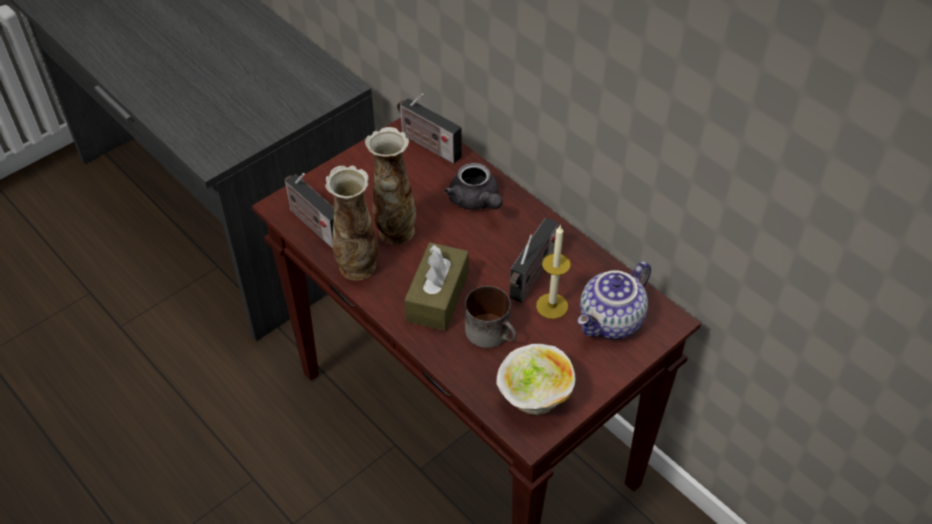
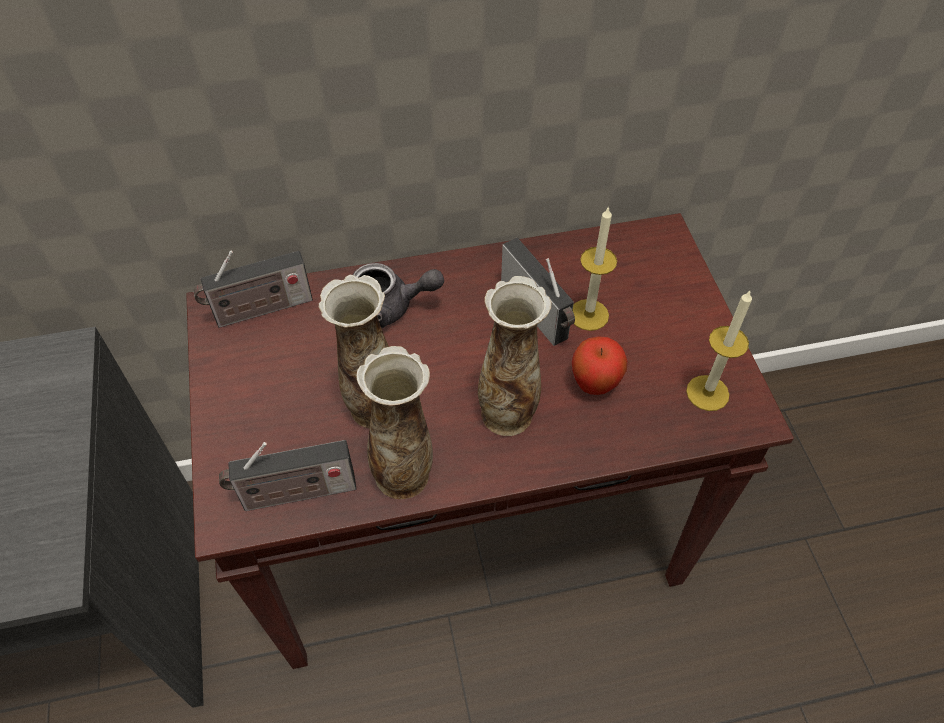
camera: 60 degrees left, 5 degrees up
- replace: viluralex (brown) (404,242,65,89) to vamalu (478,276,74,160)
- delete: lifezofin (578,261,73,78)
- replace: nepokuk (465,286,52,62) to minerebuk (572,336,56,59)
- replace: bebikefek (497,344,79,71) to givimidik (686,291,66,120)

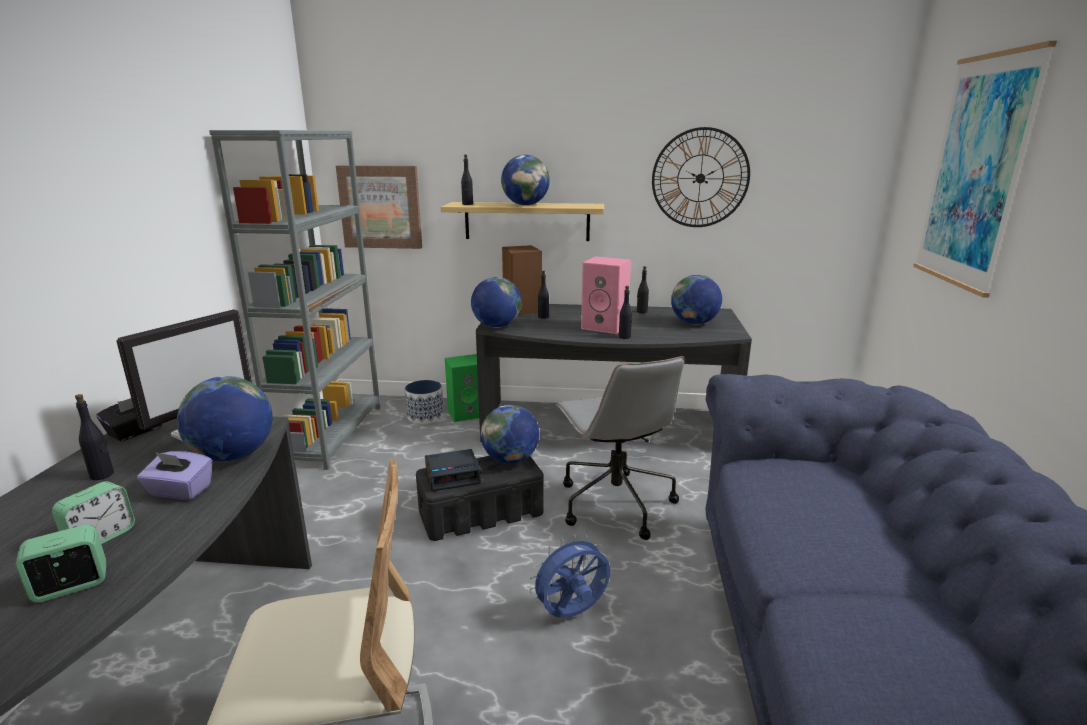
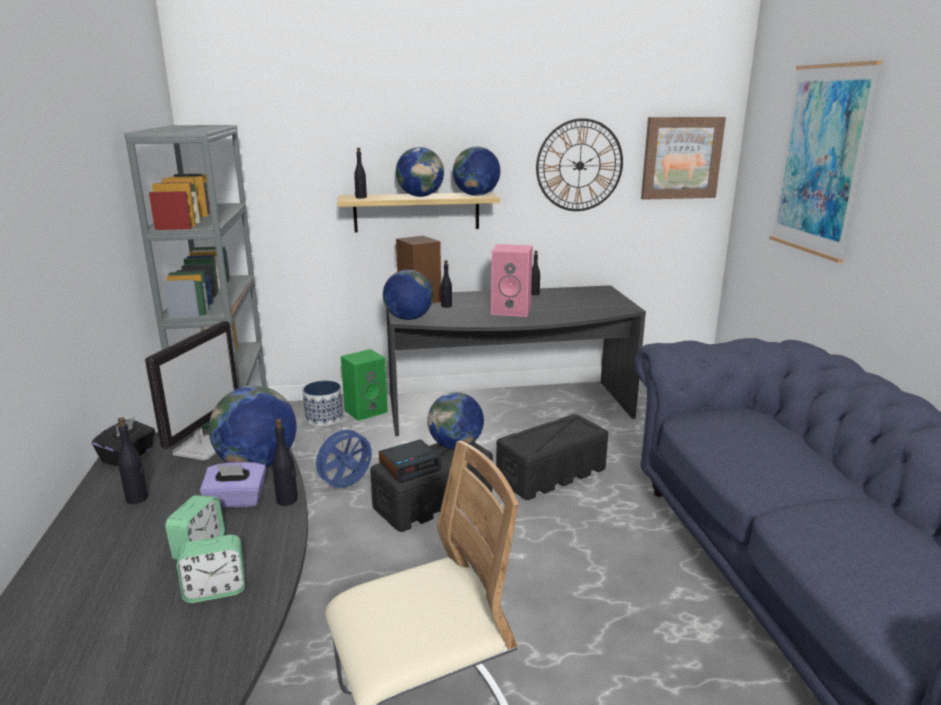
camera: 15 degrees left, 0 degrees up
- move: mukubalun (336,165,86,84) to (641,117,85,83)
- move: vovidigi (671,275,51,50) to (453,146,47,50)
- move: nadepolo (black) (619,286,13,53) to (272,419,26,87)
- replace: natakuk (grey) (555,356,130,184) to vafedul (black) (496,414,112,86)
- rotate: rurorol (16,525,90,78) = (177,535,68,68) 150 degrees counterclockwise
- move: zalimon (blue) (529,534,81,84) to (311,426,61,62)

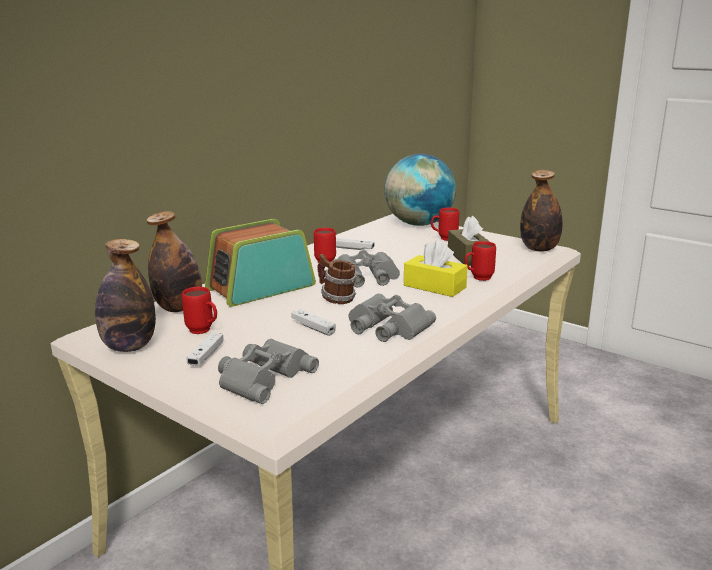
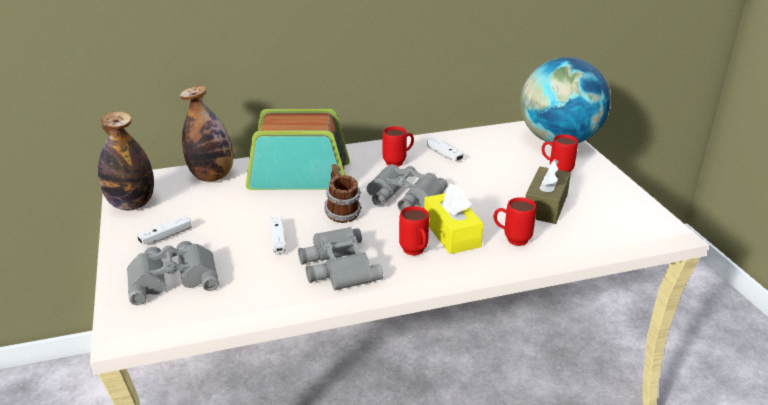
camera: 35 degrees right, 10 degrees up
- delete: nadepolo (520,170,43,82)
- move: nepokuk (red) (182,287,35,47) to (399,206,30,50)

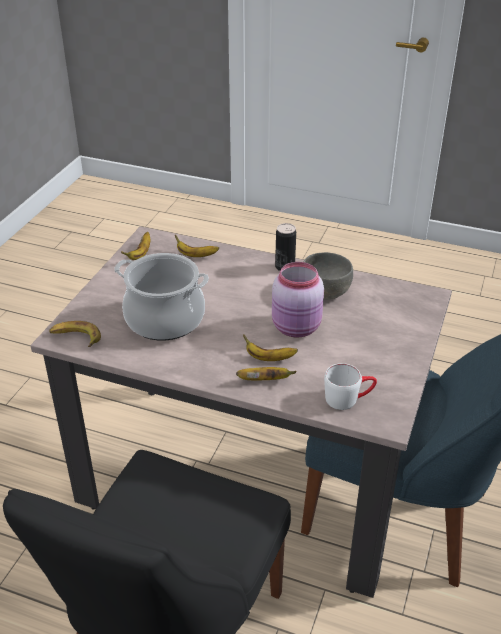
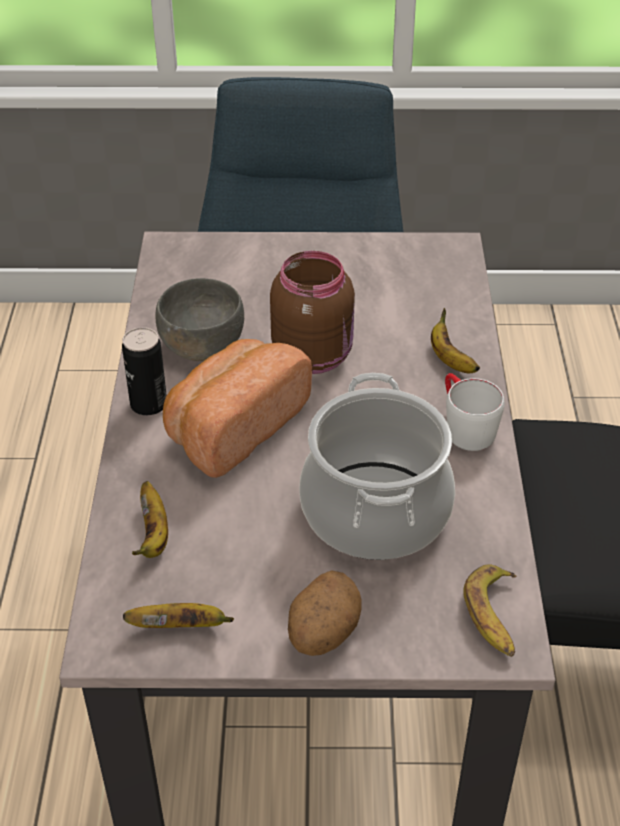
camera: 110 degrees left, 5 degrees up
- recolor: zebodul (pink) (272,262,52,76) to zebodul (brown) (270,251,85,123)
- delete: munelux (243,334,55,27)
- move: nepokuk (white) (324,363,53,47) to (445,373,60,78)
- insert: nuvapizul (163,339,149,139)
- insert: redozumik (288,570,73,86)

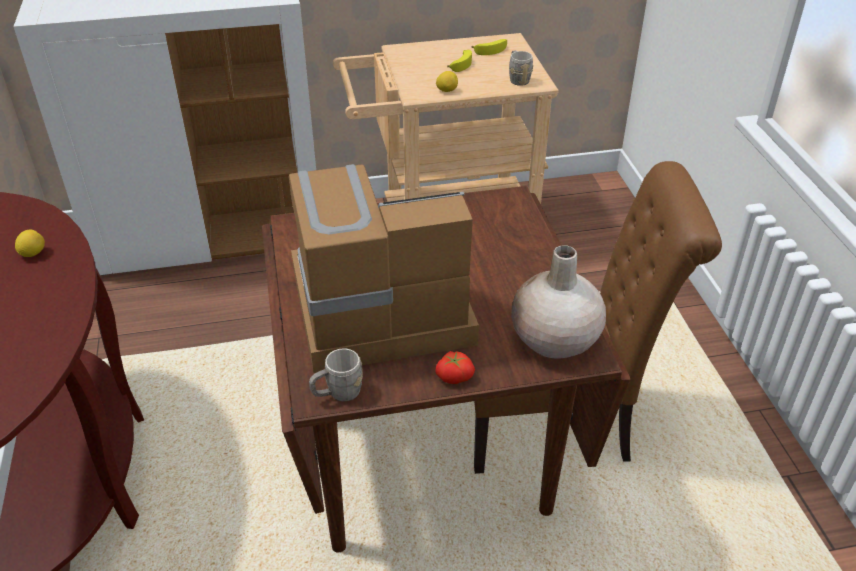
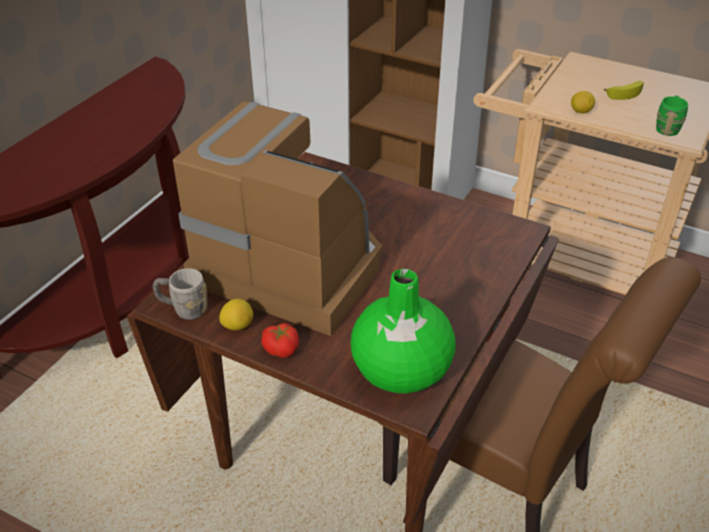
camera: 40 degrees right, 0 degrees up
- delete: munelux (472,39,35,16)
- recolor: nepokuk (grey) (509,50,25,36) to nepokuk (green) (656,95,32,41)
- move: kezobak (15,230,30,27) to (219,299,34,31)
- recolor: vamalu (beige) (511,245,95,114) to vamalu (green) (351,268,105,125)

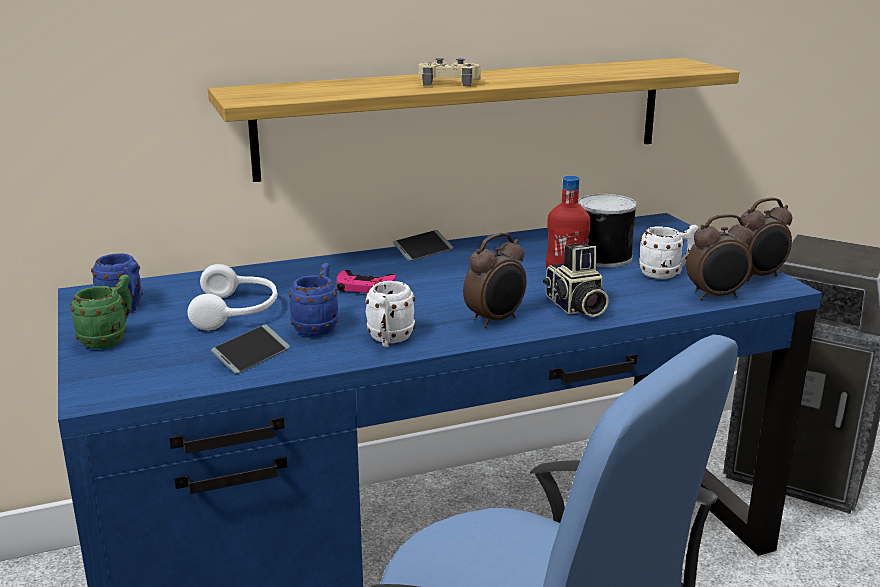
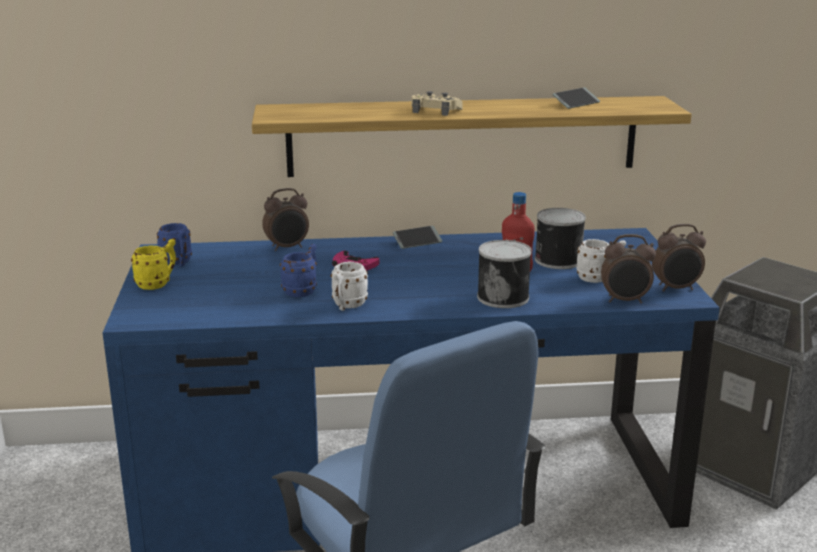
camera: 15 degrees right, 0 degrees up
- move: rurorol (463,233,64,95) to (262,188,47,63)
- replace: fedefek (543,243,66,74) to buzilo (477,240,55,68)
- delete: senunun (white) (188,264,90,67)
- recolor: nepokuk (green) (71,274,61,75) to nepokuk (yellow) (131,239,45,51)
- move: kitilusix (211,325,79,49) to (553,87,47,22)

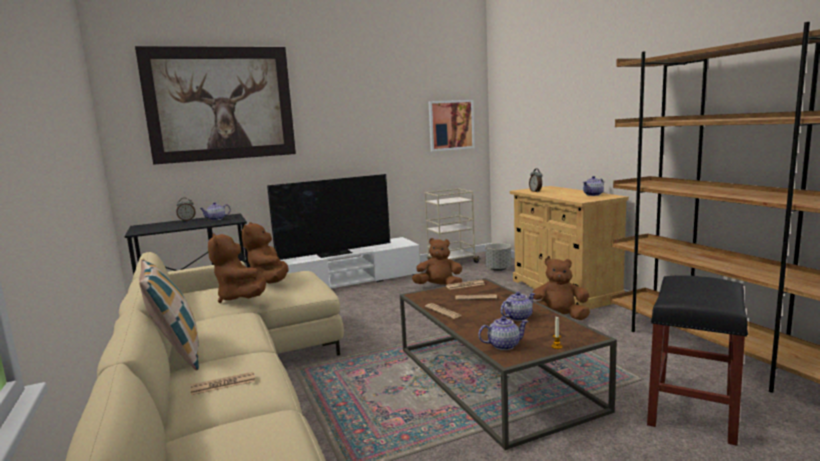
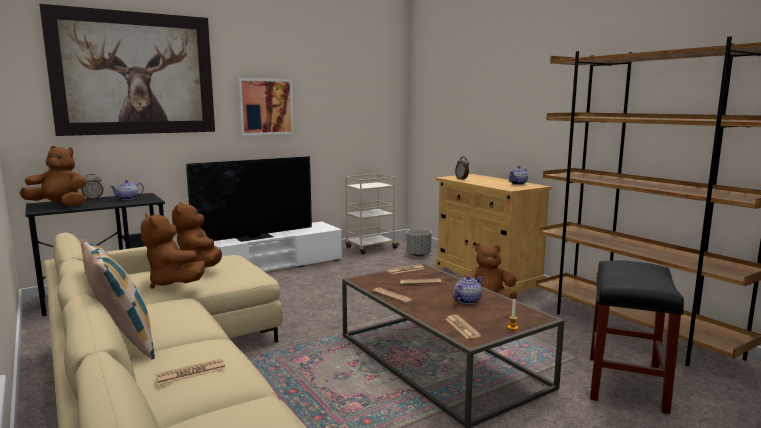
camera: 10 degrees left, 0 degrees up
- move: mukubalun (428,100,47,51) to (238,78,56,58)
- move: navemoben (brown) (412,238,50,47) to (20,146,66,60)
- replace: lifezofin (478,316,50,34) to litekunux (446,315,35,24)

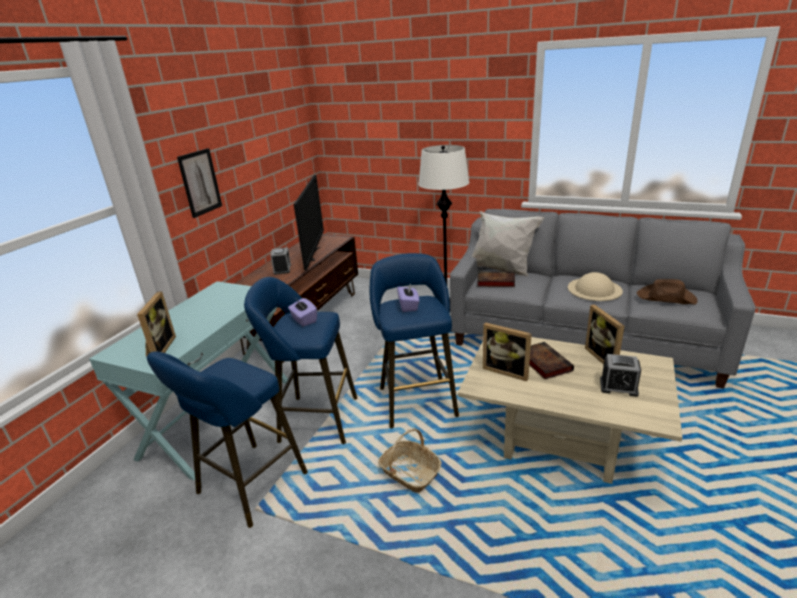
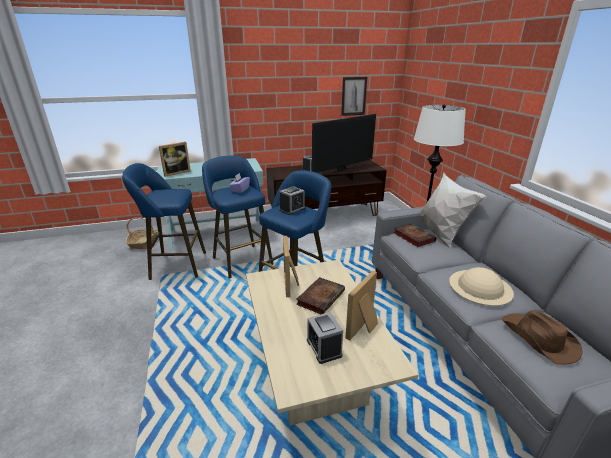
camera: 50 degrees right, 0 degrees up
- move: mukubalun (177,148,45,70) to (341,77,26,39)
- replace: viluralex (purple) (397,284,22,28) to rurorol (279,186,26,29)
- move: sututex (378,428,64,65) to (125,217,33,32)

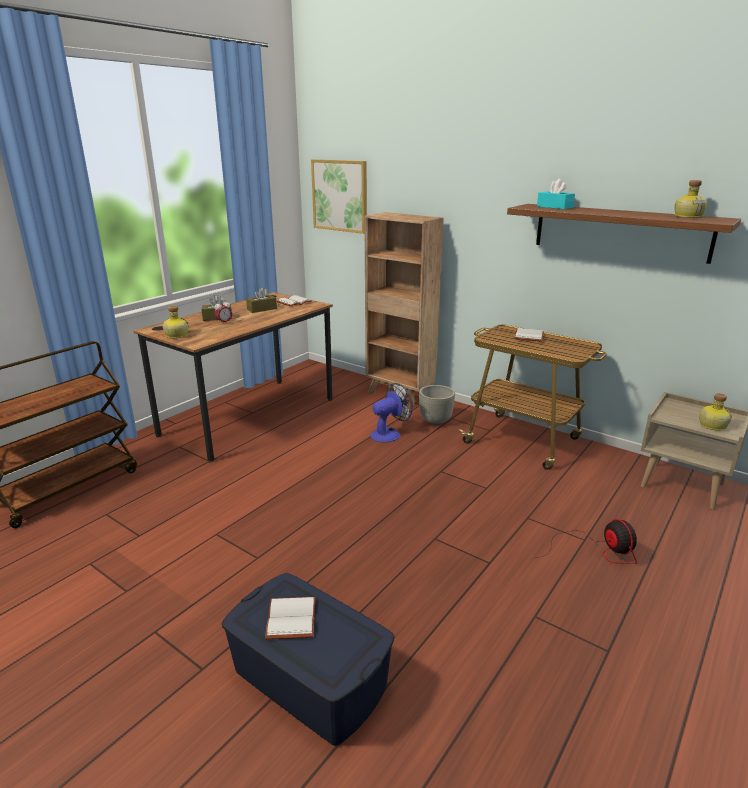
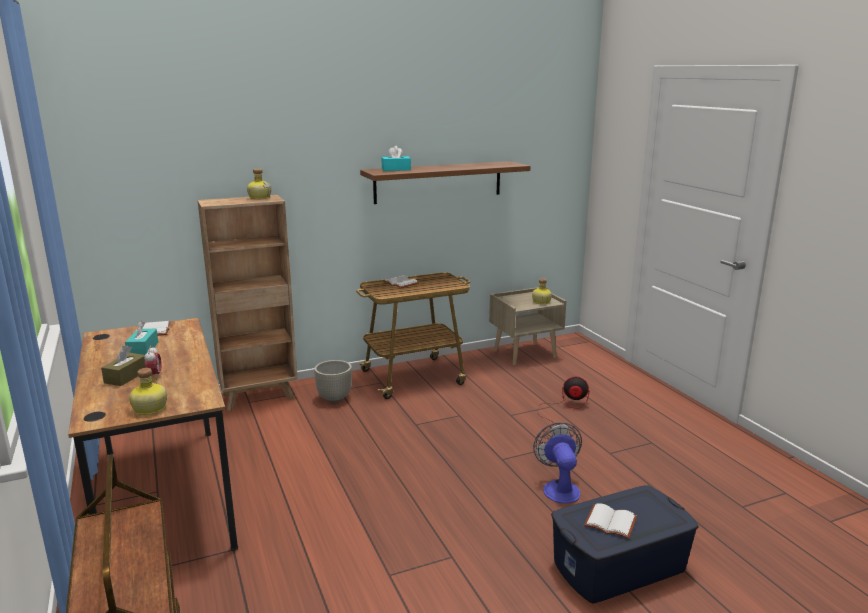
camera: 60 degrees left, 5 degrees down
- delete: mukubalun (311,159,56,75)
- move: nadepolo (675,180,32,38) to (247,169,24,30)
- recolor: viluralex (brown) (246,287,31,26) to viluralex (turquoise) (125,321,34,34)
- move: zalimon (371,383,42,60) to (533,422,49,81)

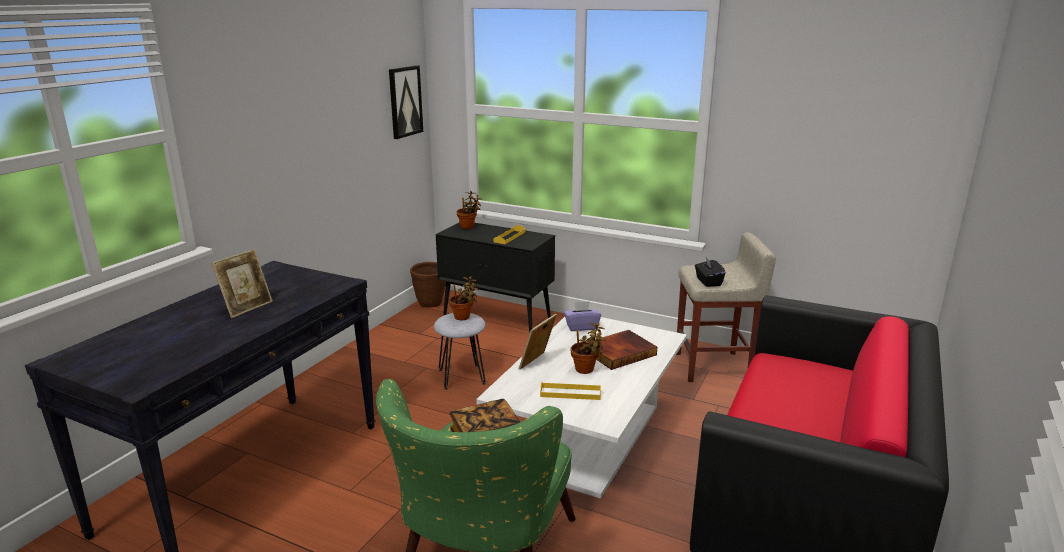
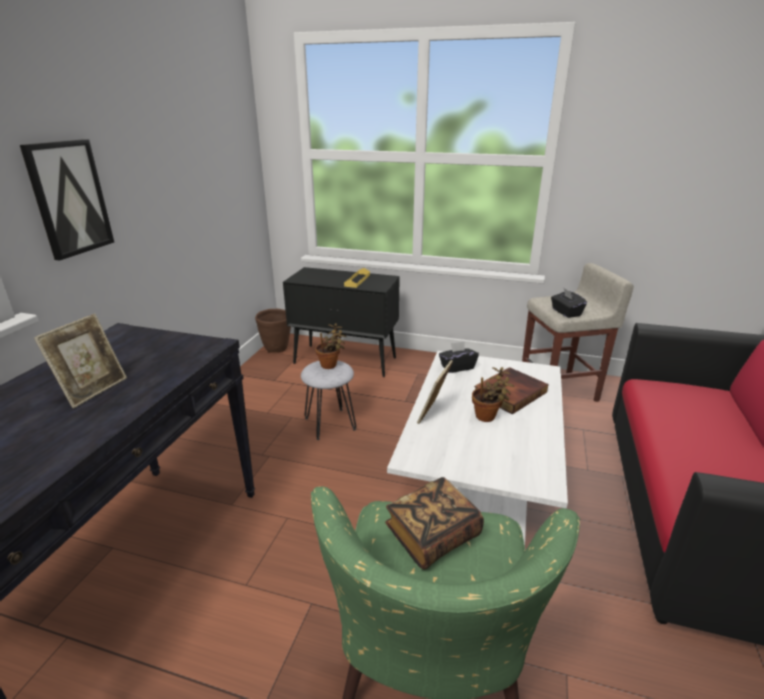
camera: 10 degrees left, 5 degrees up
- move: mukubalun (389,65,34,74) to (20,139,94,121)
- delete: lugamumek (457,191,26,38)
- recolor: viluralex (purple) (564,301,37,30) to viluralex (black) (439,341,40,32)
- delete: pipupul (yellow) (540,382,61,18)

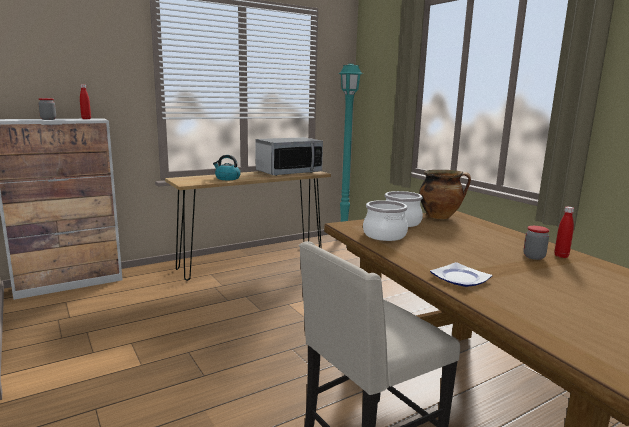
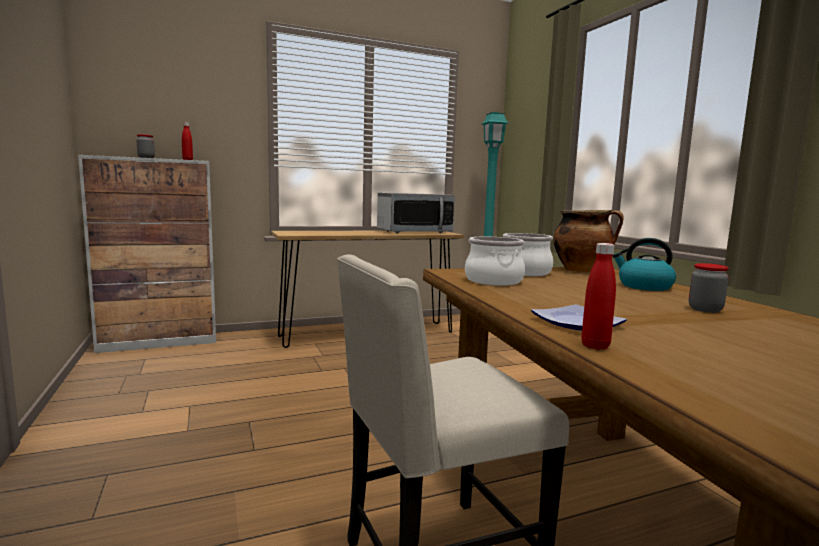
camera: 10 degrees right, 5 degrees down
- move: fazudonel (213,155,28,25) to (612,238,64,53)
- move: nadepolo (red) (554,207,20,51) to (582,243,34,107)

